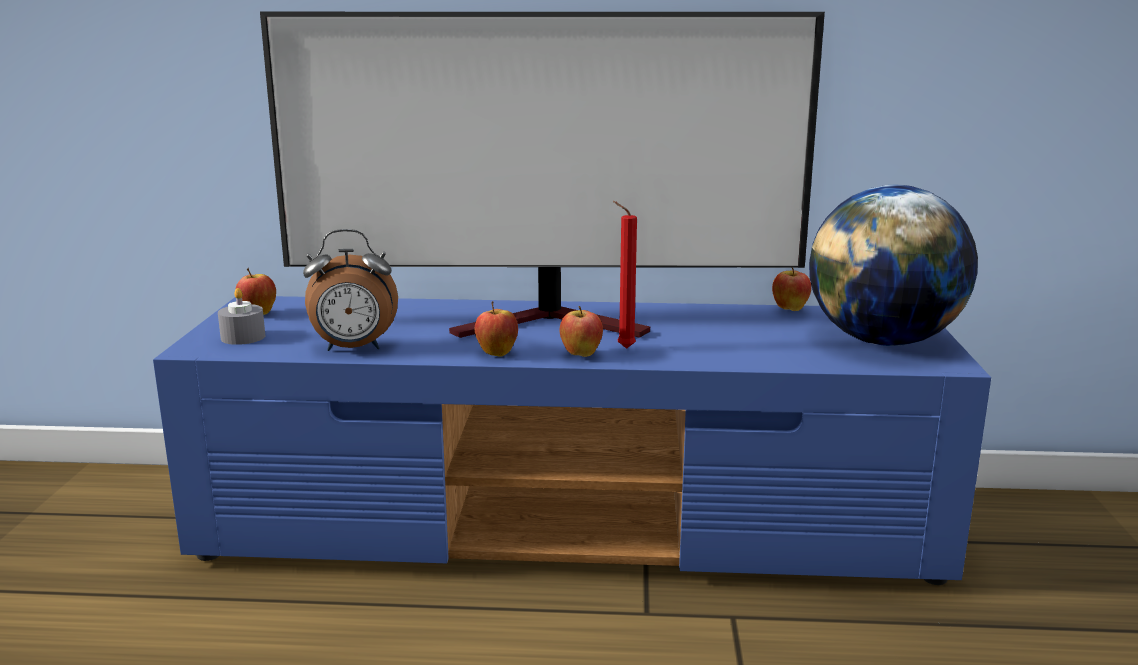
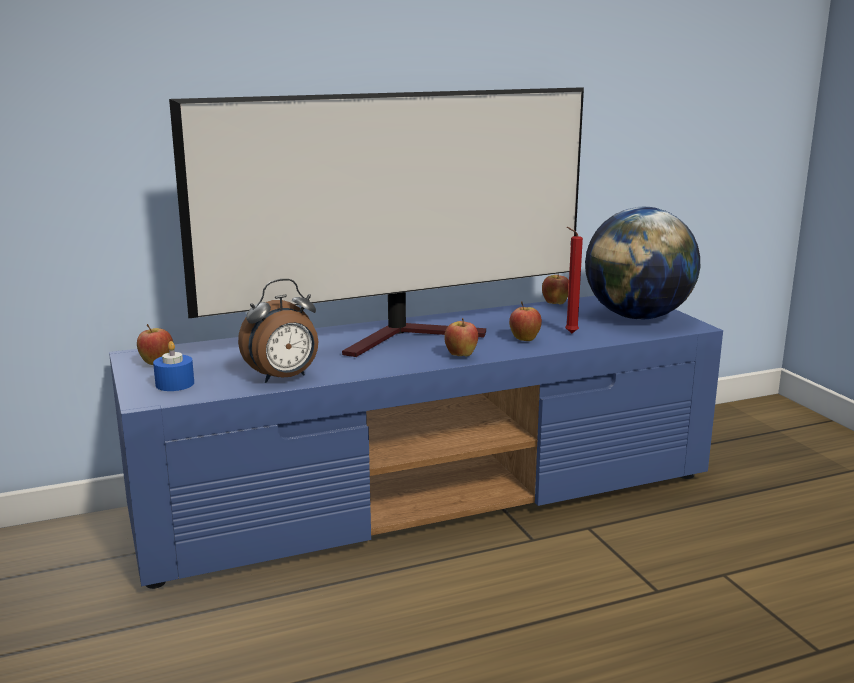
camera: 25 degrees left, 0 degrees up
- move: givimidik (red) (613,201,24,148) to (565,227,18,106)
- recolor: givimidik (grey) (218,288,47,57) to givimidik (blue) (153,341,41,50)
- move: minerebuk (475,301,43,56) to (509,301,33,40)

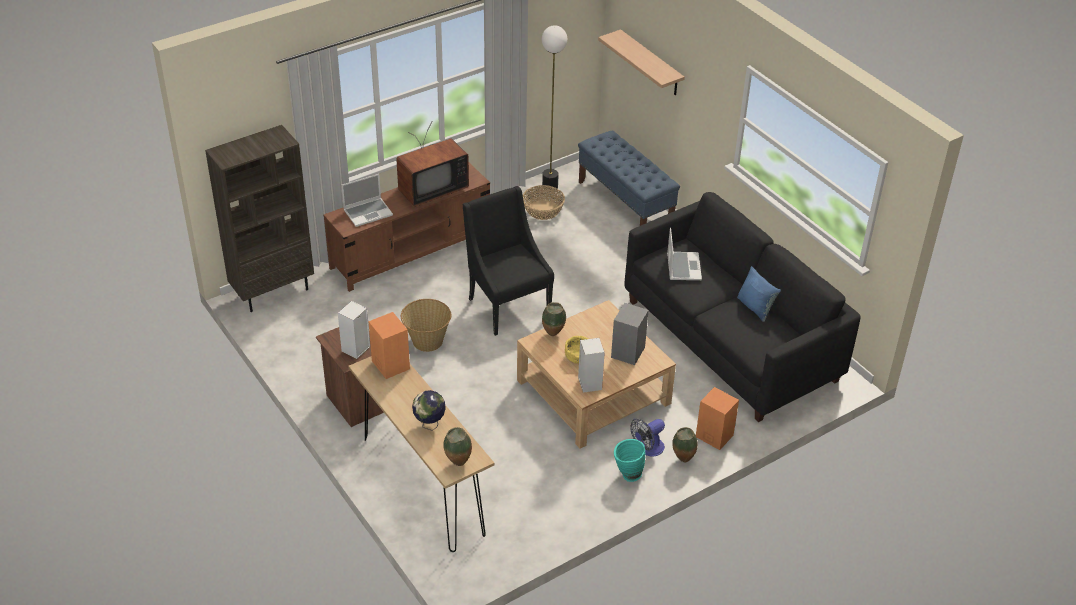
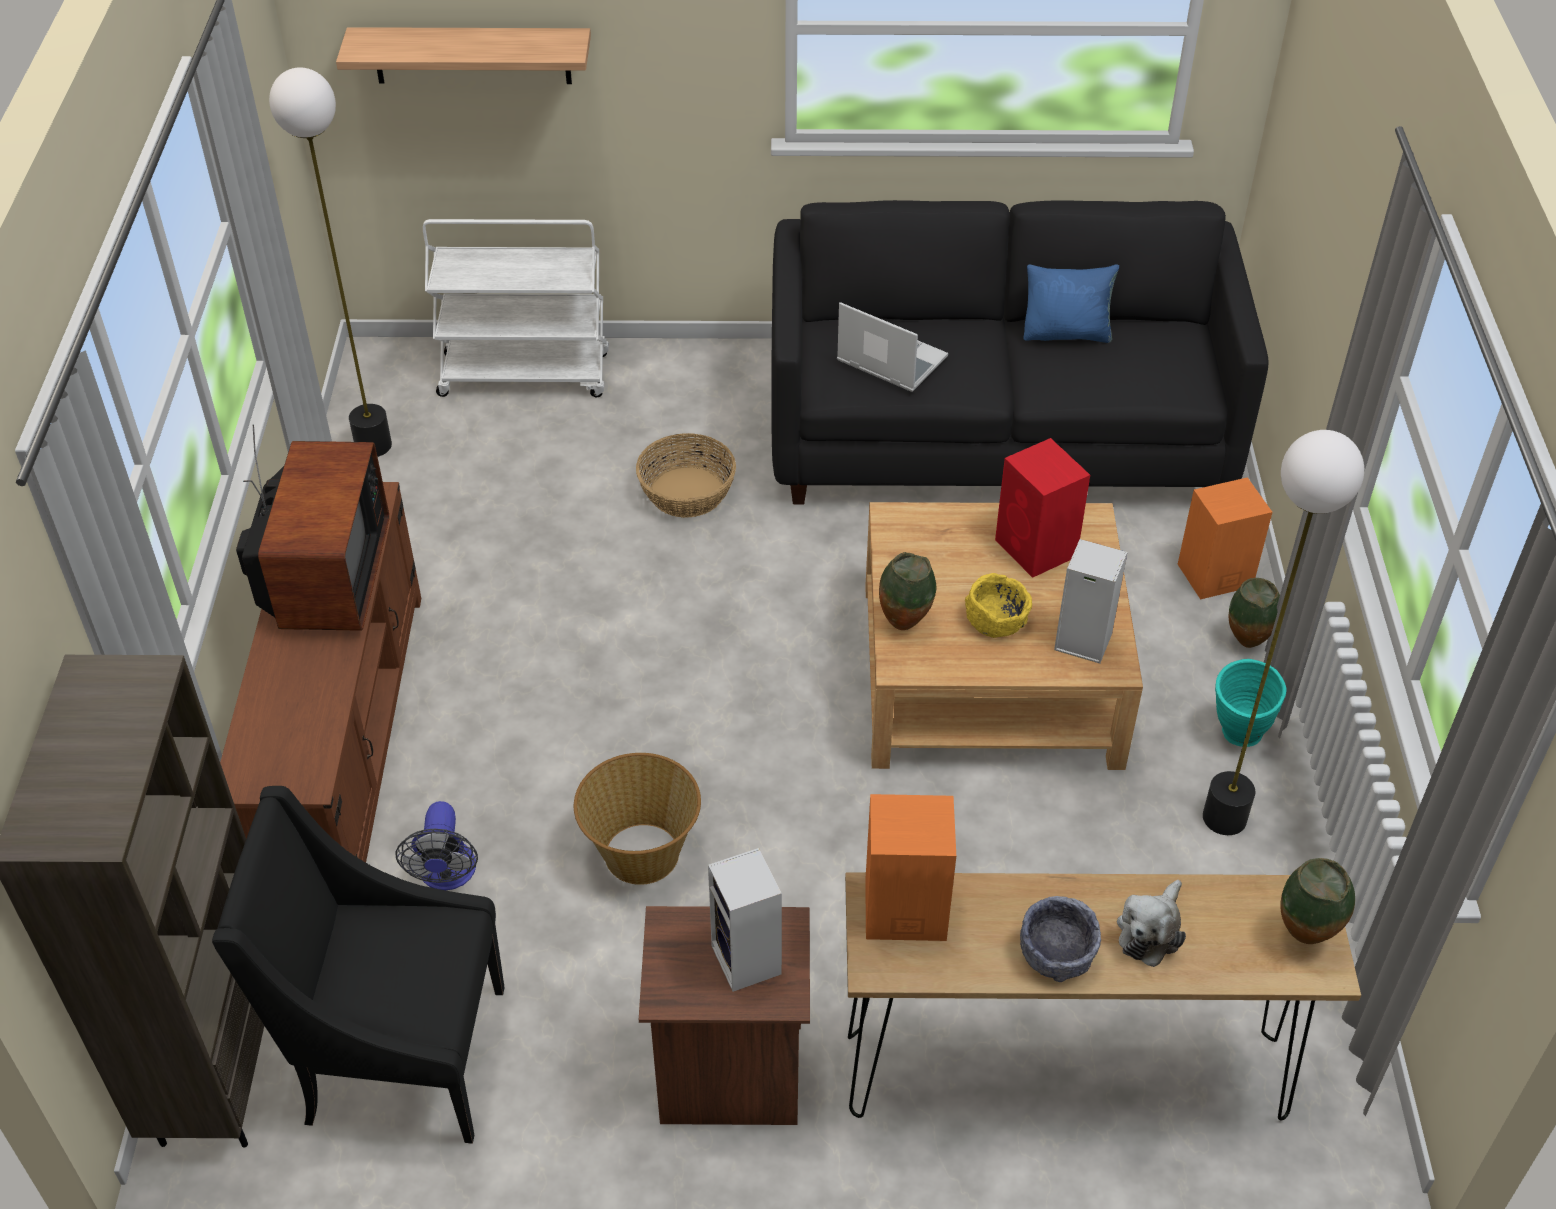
camera: 55 degrees left, 5 degrees up
- replace: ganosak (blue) (578,131,102,95) to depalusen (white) (423,219,186,178)
- delete: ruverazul (341,174,52,53)
- move: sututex (523,185,42,35) to (636,433,100,85)
- move: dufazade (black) (463,186,91,150) to (212,786,293,358)
- recolor: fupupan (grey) (611,303,38,62) to fupupan (red) (995,438,95,140)
- replace: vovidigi (412,390,34,41) to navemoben (1117,880,69,87)
- move: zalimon (630,419,35,38) to (395,801,83,89)
- insert: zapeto (1203,430,161,405)
- insert: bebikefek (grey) (1020,896,81,86)

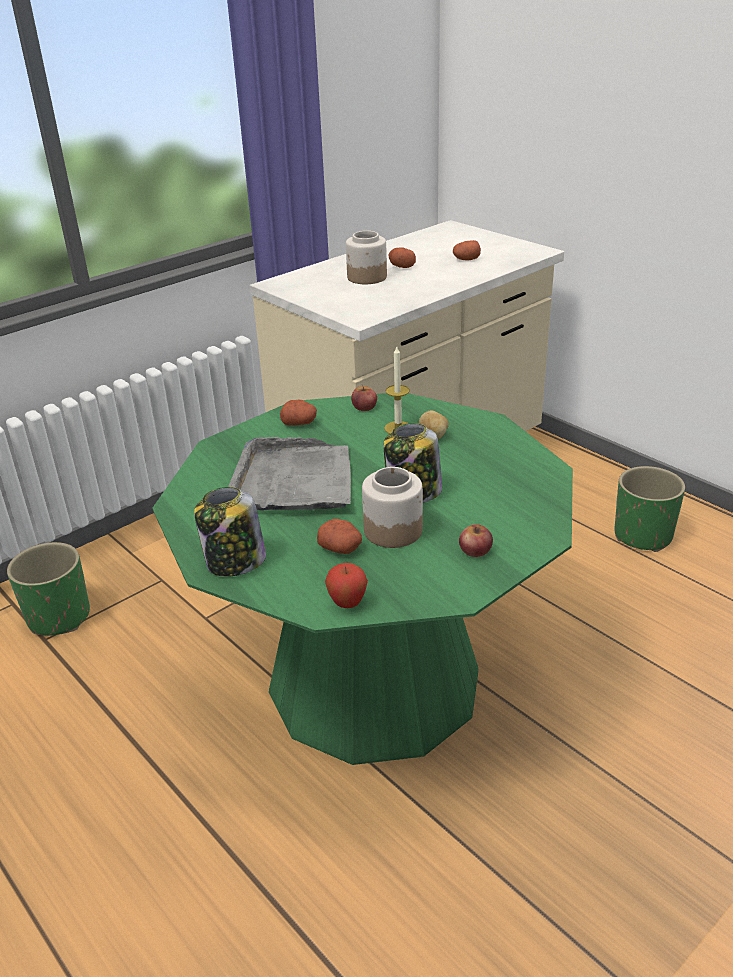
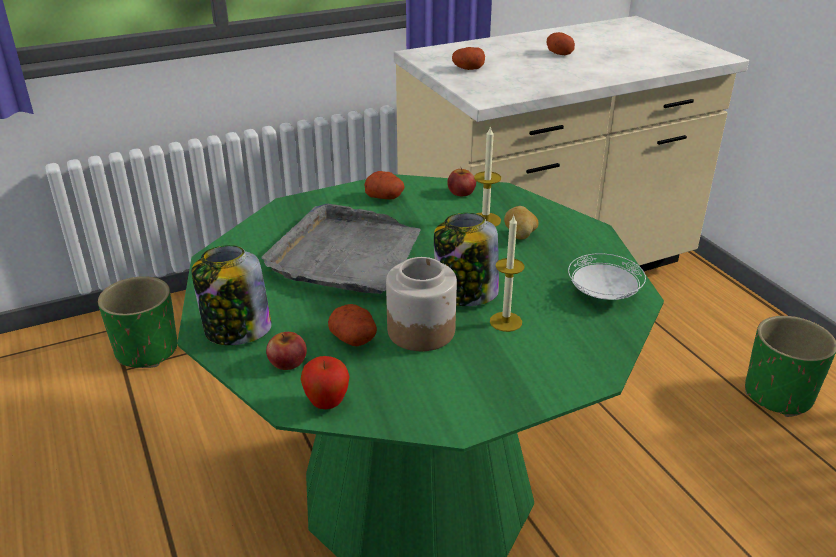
camera: 15 degrees right, 0 degrees up
- delete: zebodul (346,231,41,53)
- move: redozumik (453,240,28,21) to (452,47,33,23)
- move: minerebuk (459,524,34,33) to (266,332,41,38)
- insert: givimidik (490,216,35,116)
- insert: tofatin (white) (568,253,78,47)

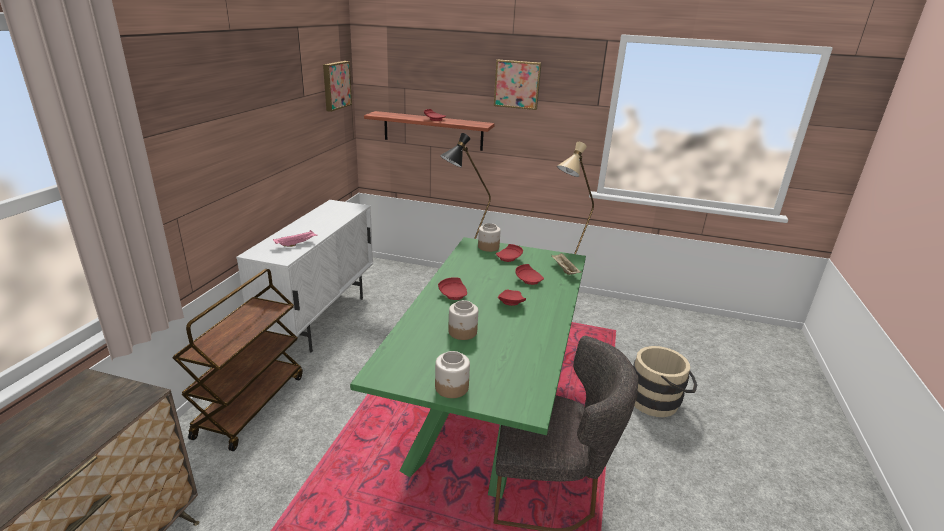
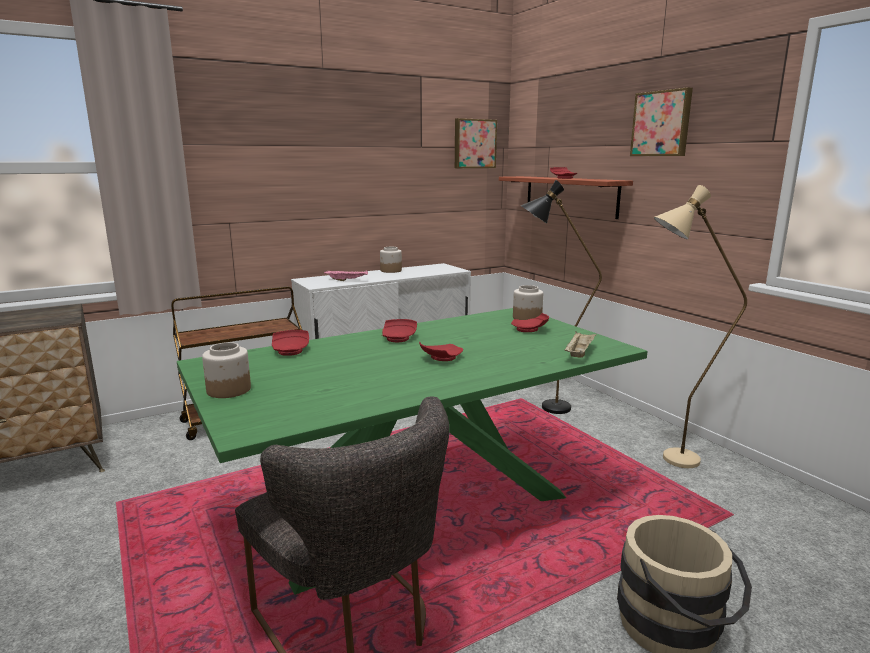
camera: 45 degrees right, 10 degrees down
- move: tofatin (red) (515,264,29,21) to (272,330,37,26)
- move: zebodul (448,300,30,40) to (380,247,22,26)

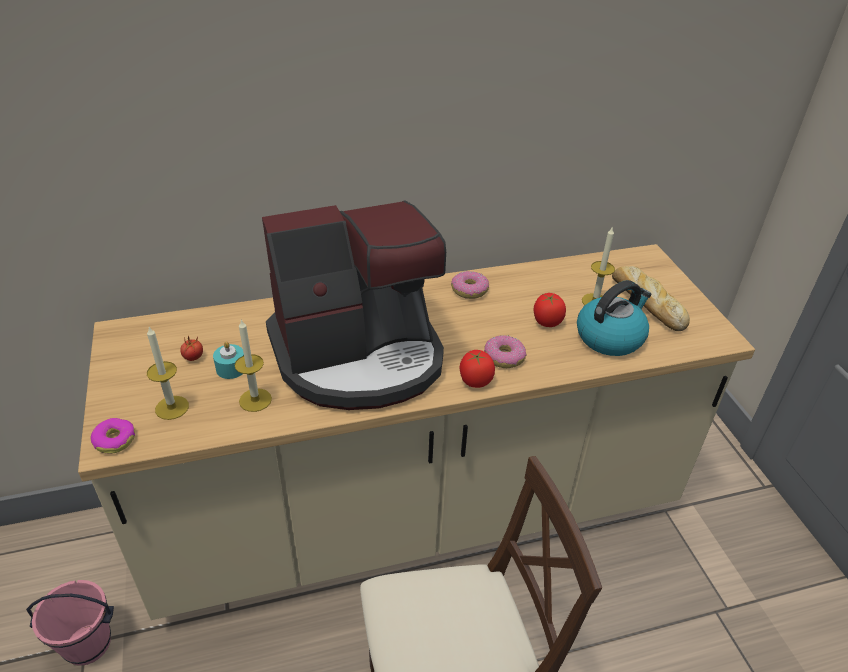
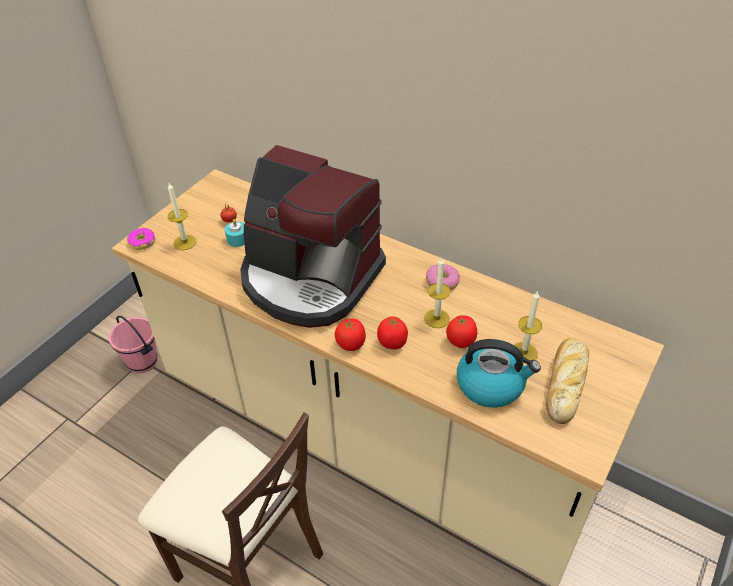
camera: 50 degrees right, 5 degrees up
- move: givimidik (235,319,37,93) to (424,257,26,71)
- replace: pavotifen (484,335,42,33) to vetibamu (377,316,31,33)

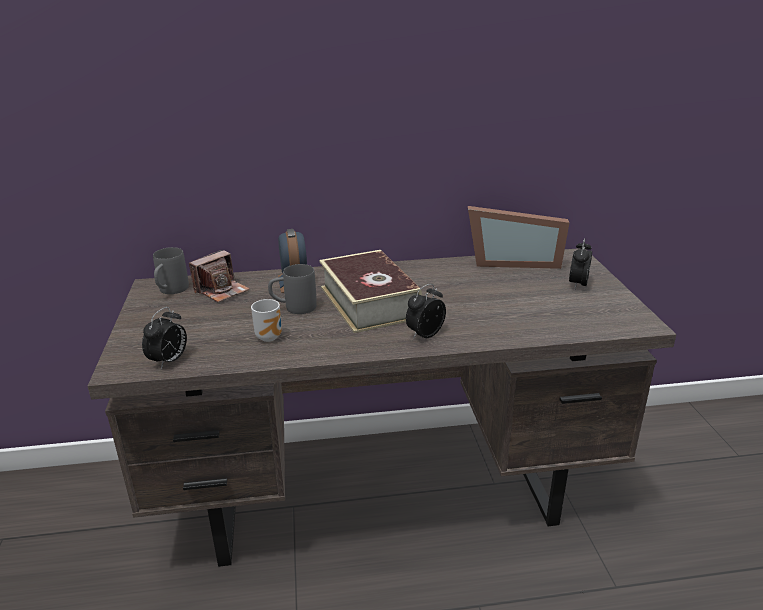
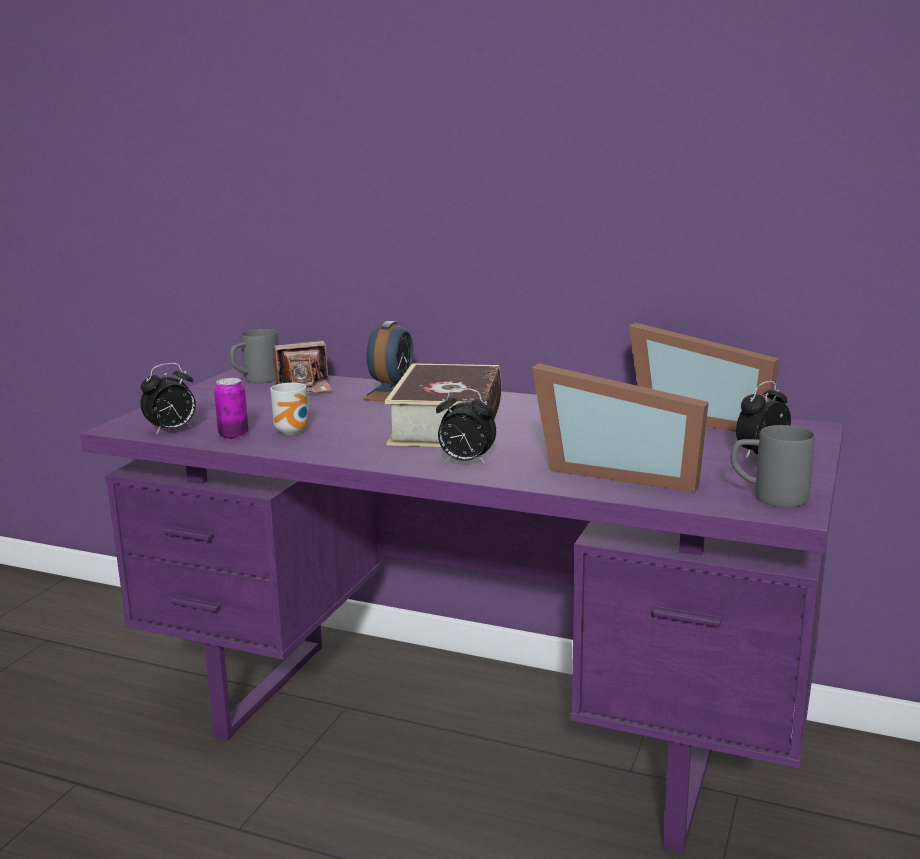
camera: 30 degrees right, 10 degrees down
- recolor: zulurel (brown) (88,248,588,319) to zulurel (purple) (80,367,764,486)
- move: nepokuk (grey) (268,264,49,50) to (731,425,84,82)
- rotate: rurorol (406,284,40,55) = (436,388,60,76) 150 degrees counterclockwise
- insert: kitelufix (532,363,177,129)
- insert: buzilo (214,378,34,61)

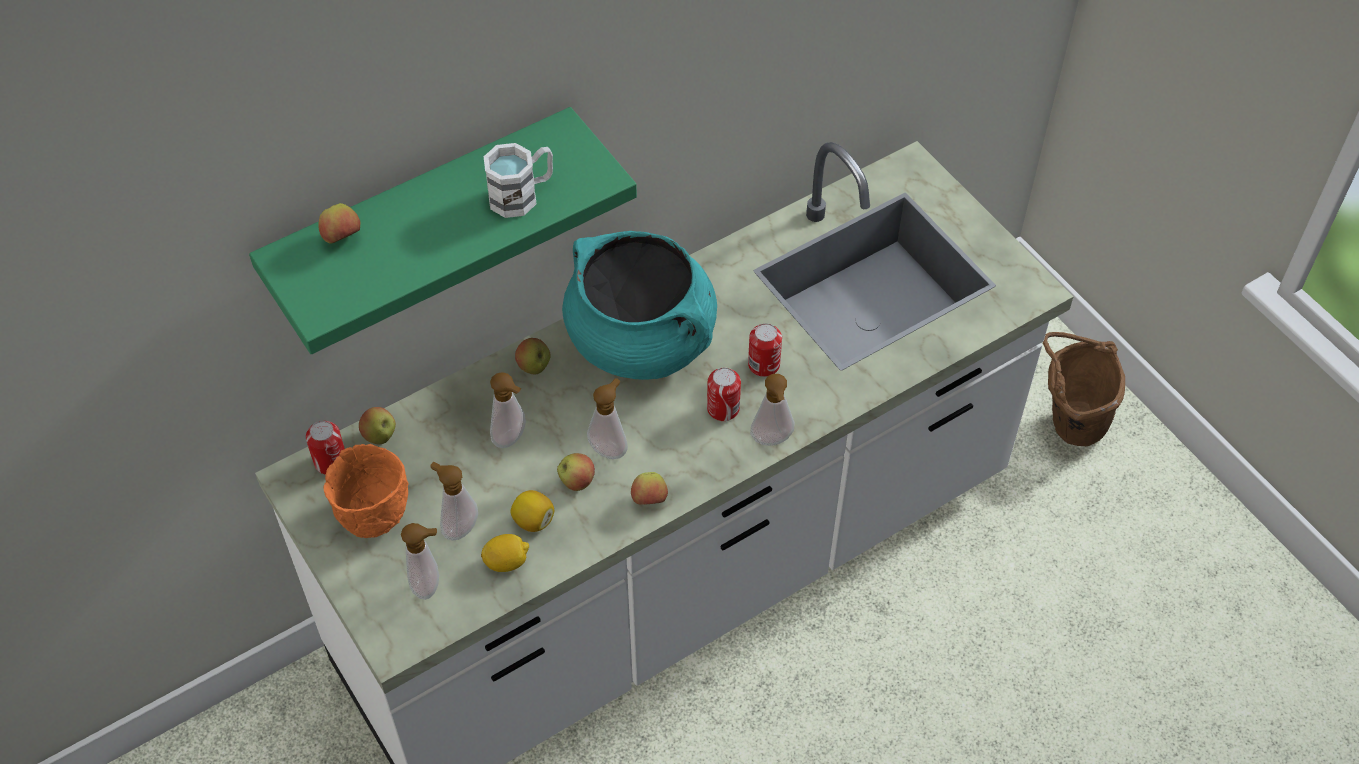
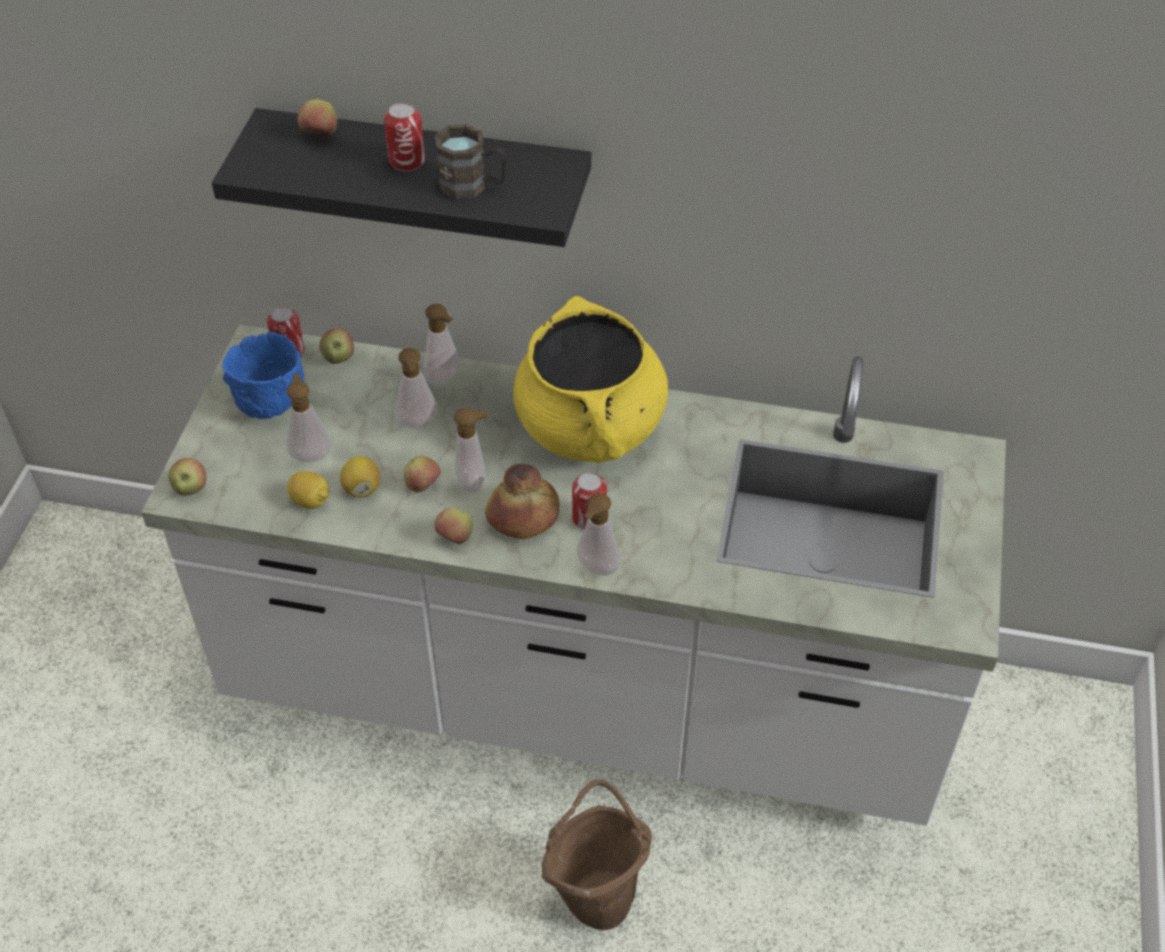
camera: 45 degrees right, 5 degrees down
- recolor: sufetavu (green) (249,107,388,247) to sufetavu (black) (212,108,379,139)
- recolor: nepokuk (white) (484,143,69,75) to nepokuk (brown) (435,124,72,75)
- recolor: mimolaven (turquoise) (562,231,155,149) to mimolaven (yellow) (513,296,155,167)
- move: buzilo (748,323,34,54) to (384,103,41,68)
- move: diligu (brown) (1043,332,82,114) to (542,780,110,151)
- move: minerebuk (515,338,36,36) to (168,458,38,38)
- recolor: bebikefek (orange) (323,444,86,94) to bebikefek (blue) (222,331,82,88)
- move: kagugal (401,523,38,77) to (424,304,35,82)
- insert: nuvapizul (485,464,74,75)

